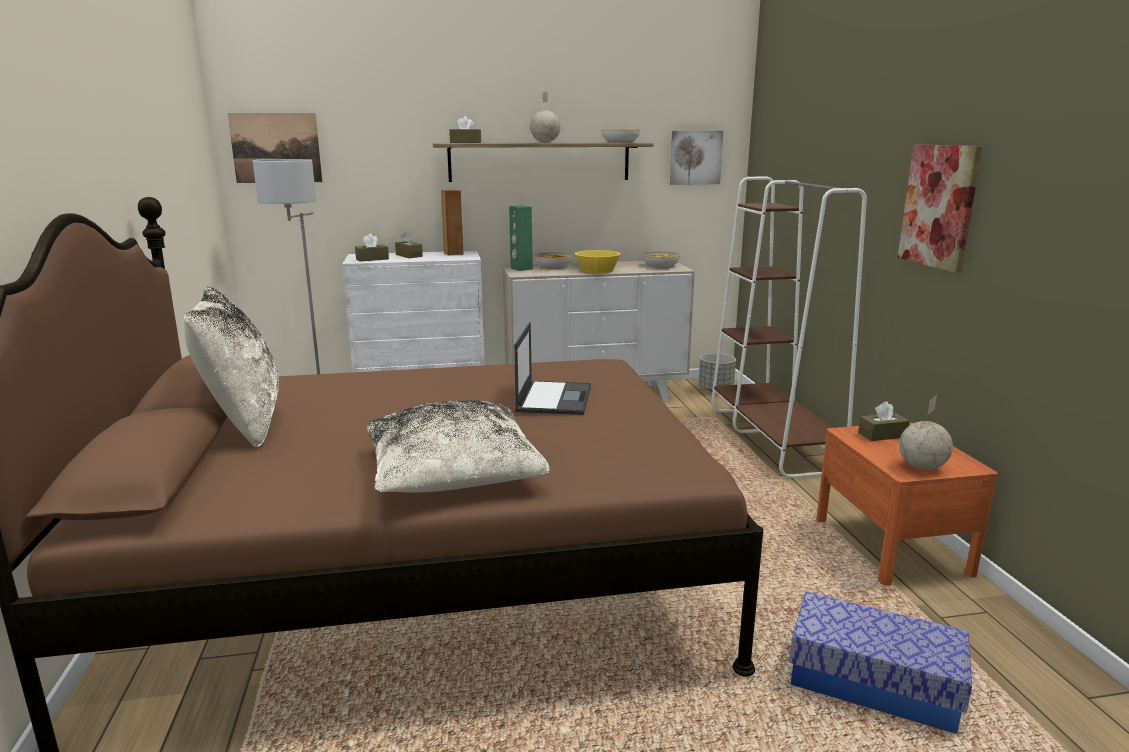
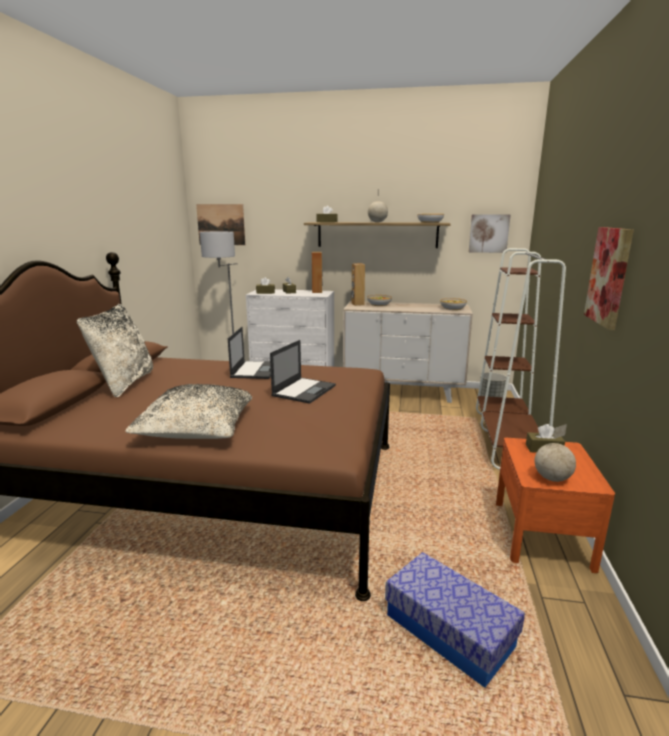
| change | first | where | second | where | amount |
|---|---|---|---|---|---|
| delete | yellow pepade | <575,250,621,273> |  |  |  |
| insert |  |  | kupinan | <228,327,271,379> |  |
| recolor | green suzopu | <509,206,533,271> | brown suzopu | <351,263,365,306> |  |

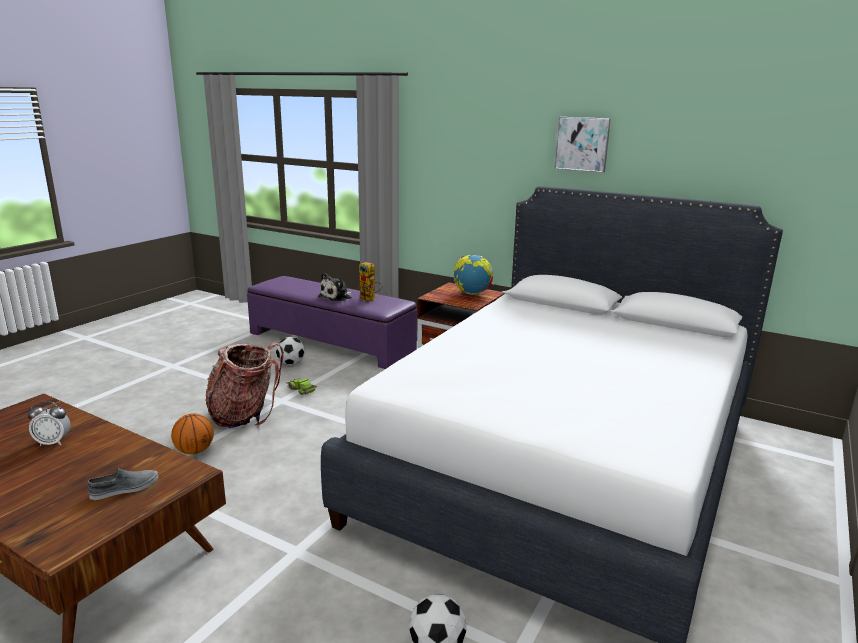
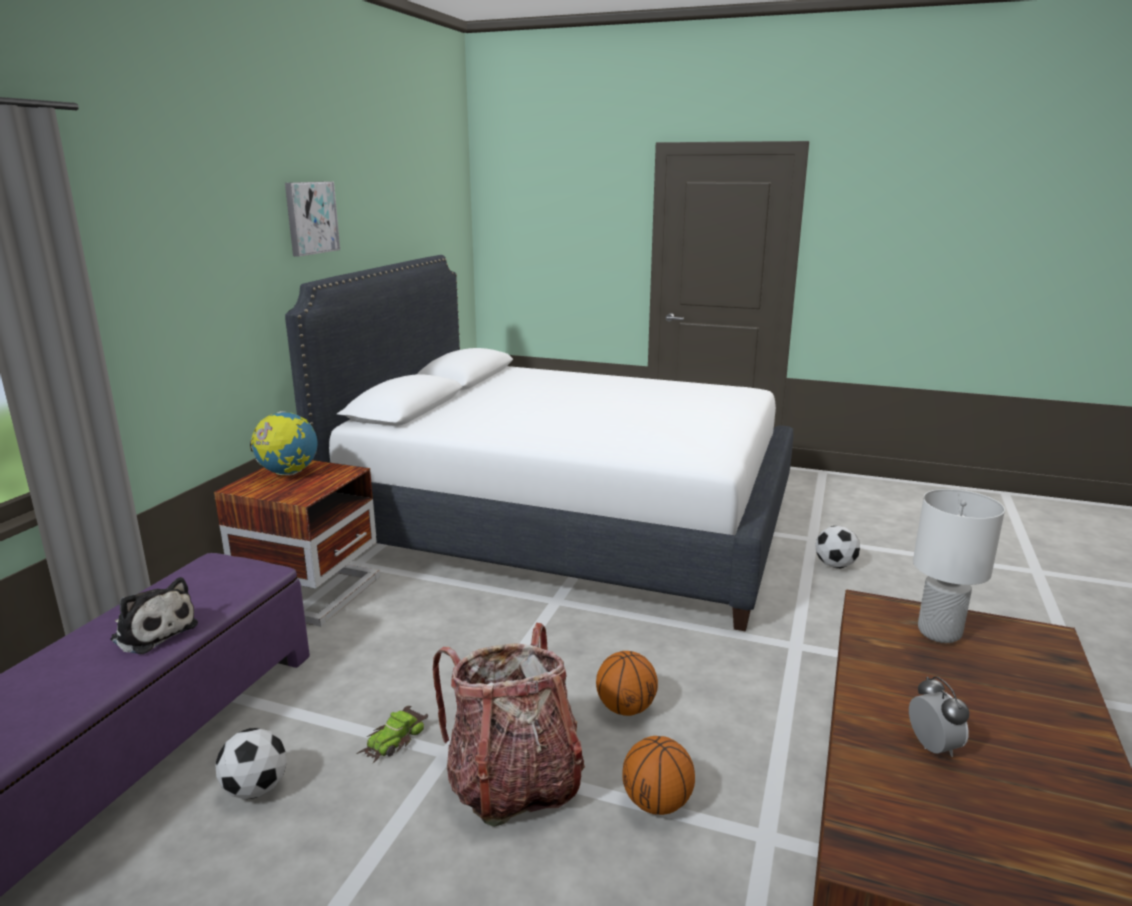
| change | first | where | second | where | amount |
|---|---|---|---|---|---|
| delete | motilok | <358,262,383,302> |  |  |  |
| insert |  |  | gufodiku | <596,651,658,716> |  |
| replace | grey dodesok | <88,468,158,500> | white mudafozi | <913,489,1005,643> |  |

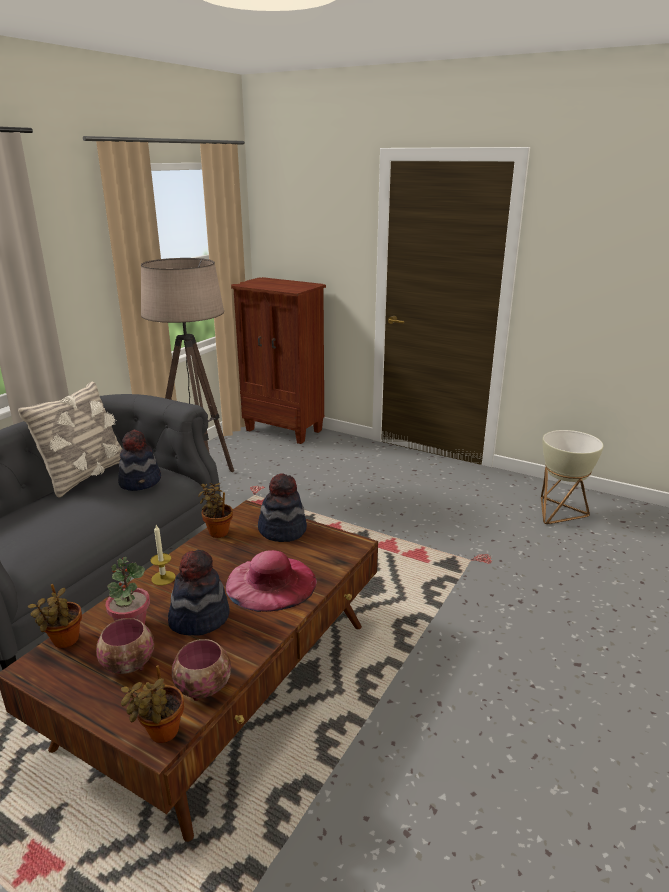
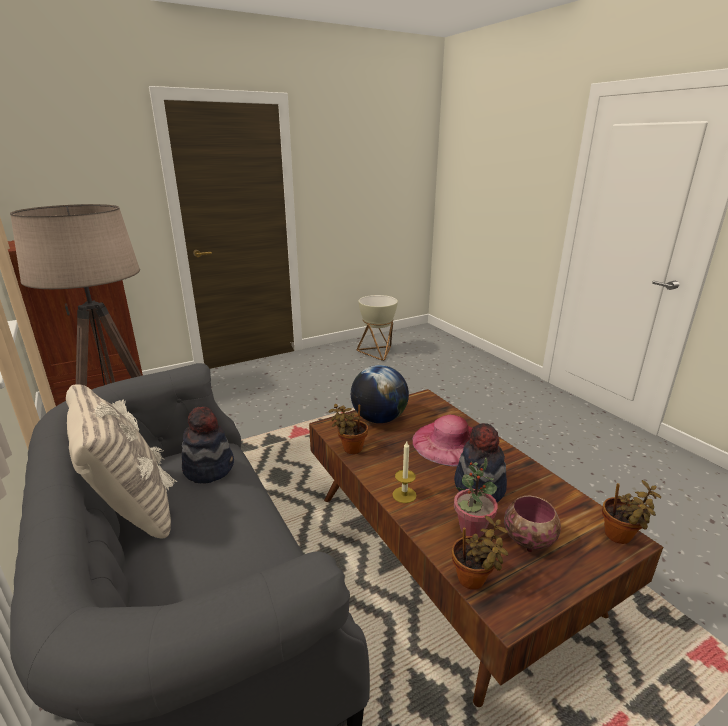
| change | first | where | second | where | amount |
|---|---|---|---|---|---|
| delete | pepade | <172,639,231,701> |  |  |  |
| replace | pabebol | <258,473,307,542> | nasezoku | <351,365,409,423> |  |

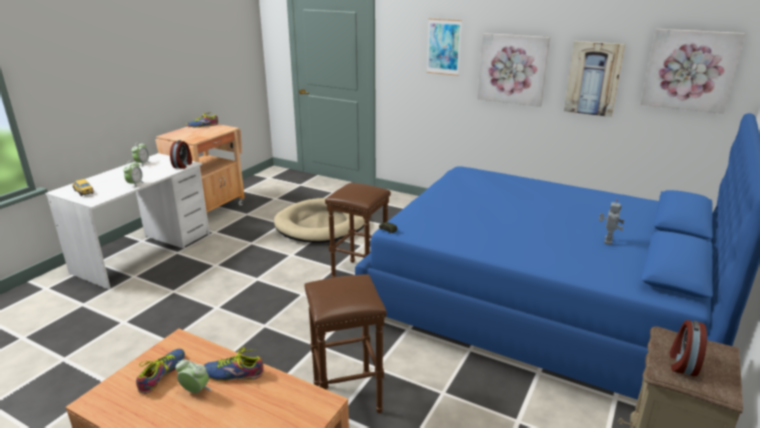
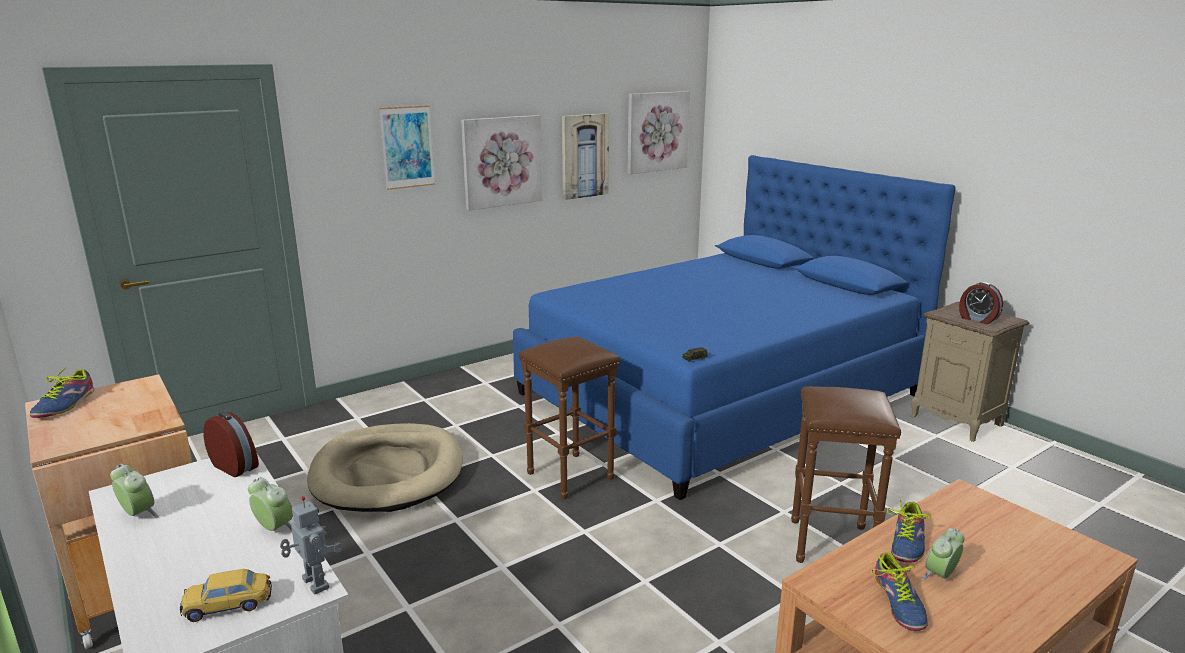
| change | first | where | second | where | amount |
|---|---|---|---|---|---|
| move | motilok | <599,199,625,245> |  | <280,496,342,595> |  |
| rotate | dodesok | <136,349,185,394> |  | <871,552,928,631> | 135 degrees counterclockwise |

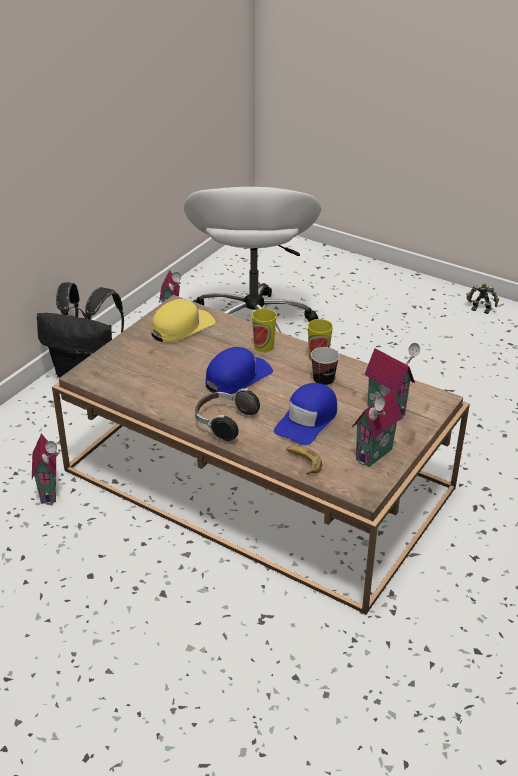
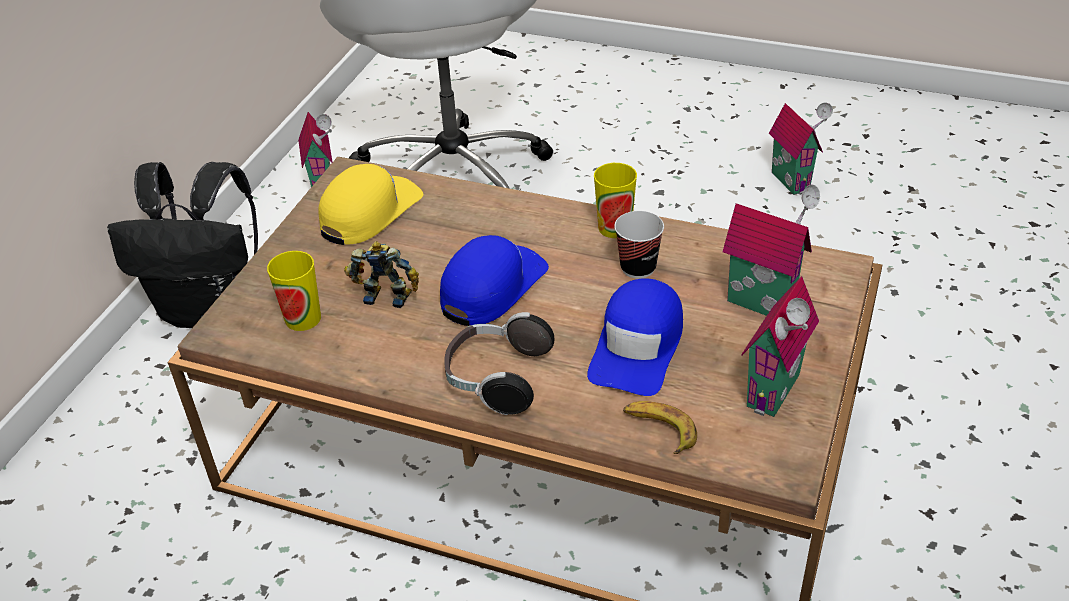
| change | first | where | second | where | amount |
|---|---|---|---|---|---|
| move | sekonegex | <32,434,57,505> |  | <769,103,833,195> |  |
| move | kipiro | <252,308,277,352> |  | <267,251,321,331> |  |
| move | motilok | <466,283,499,314> |  | <344,241,419,308> |  |

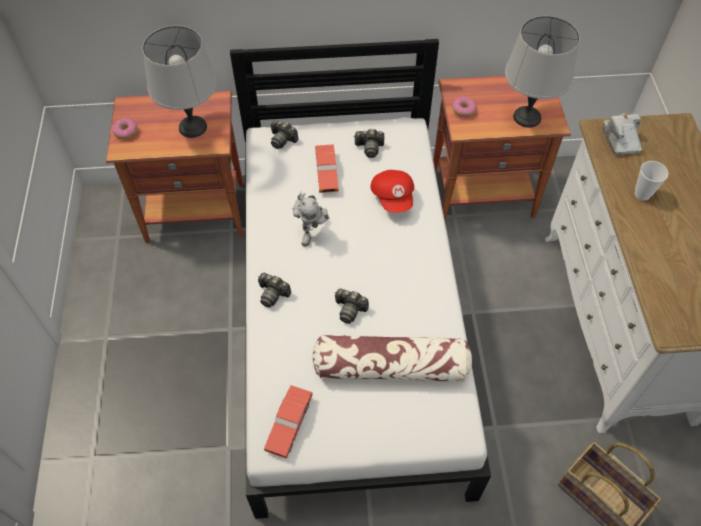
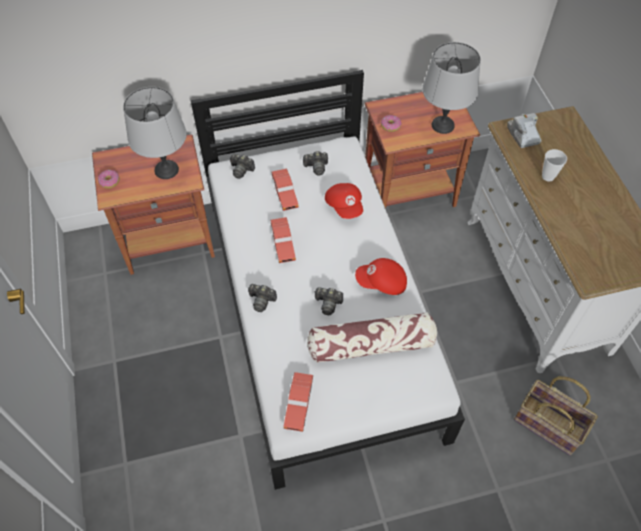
| change | first | where | second | where | amount |
|---|---|---|---|---|---|
| insert |  |  | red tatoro | <355,258,407,295> |  |
| replace | motilok | <293,191,330,246> | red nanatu | <270,217,296,263> |  |

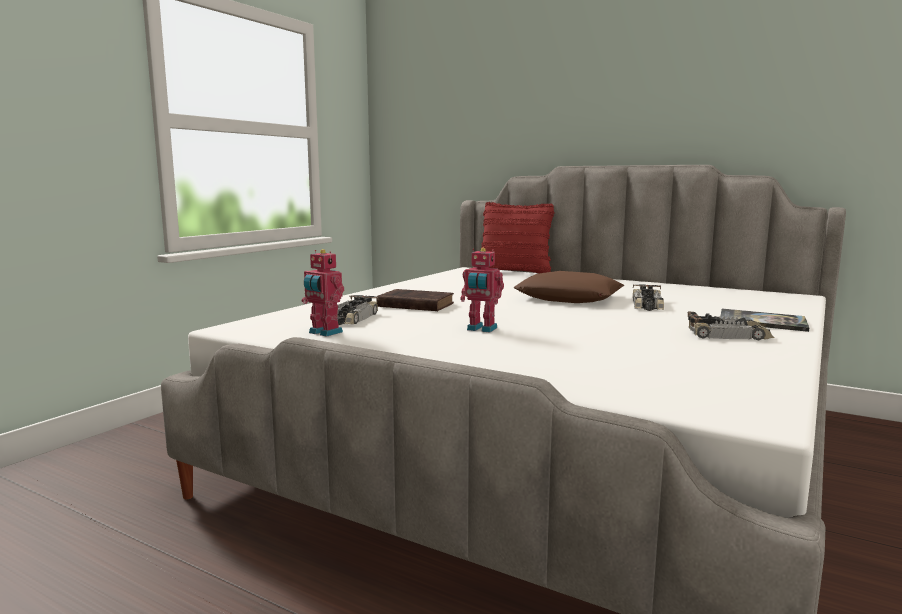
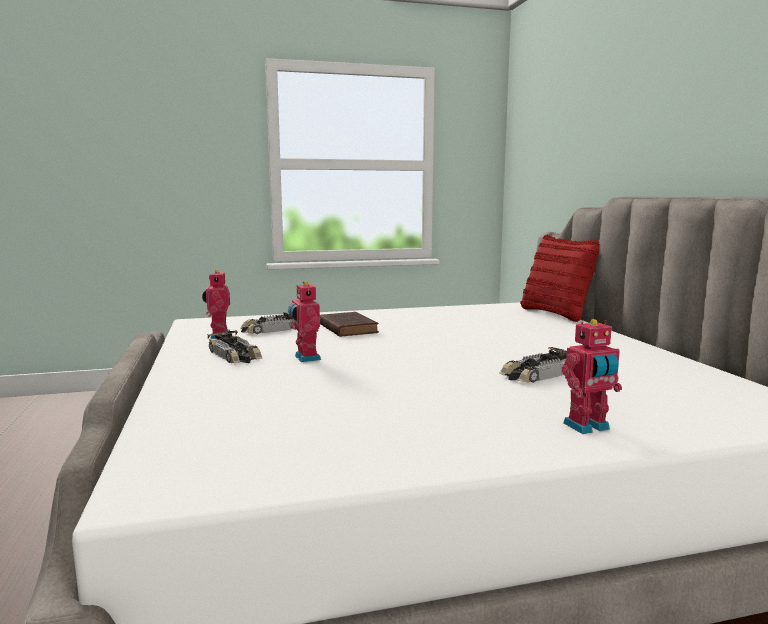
| change | first | where | second | where | amount |
|---|---|---|---|---|---|
| delete | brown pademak | <514,271,624,303> |  |  |  |
| move | nanatu | <688,311,775,341> |  | <207,330,262,363> |  |
| replace | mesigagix | <720,309,809,332> | motilok | <562,319,622,434> |  |

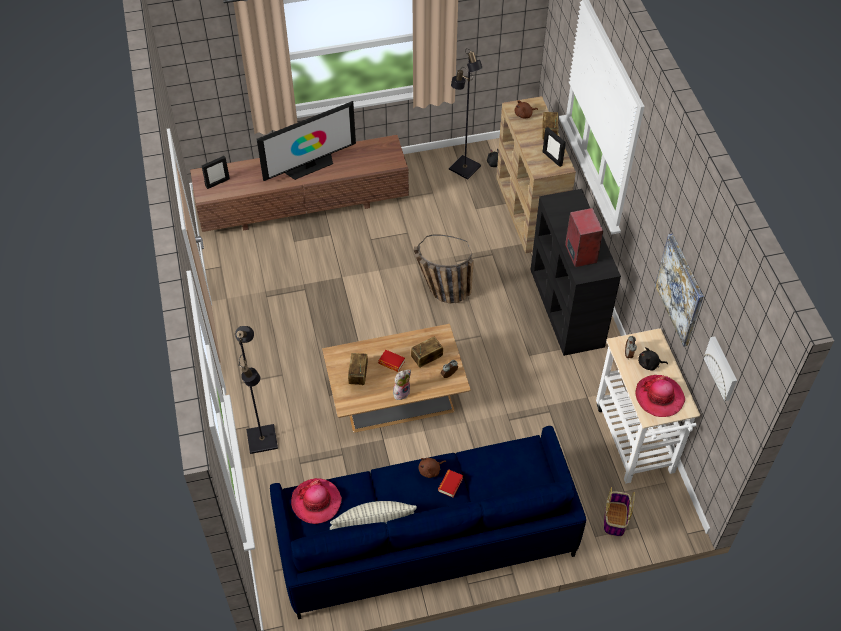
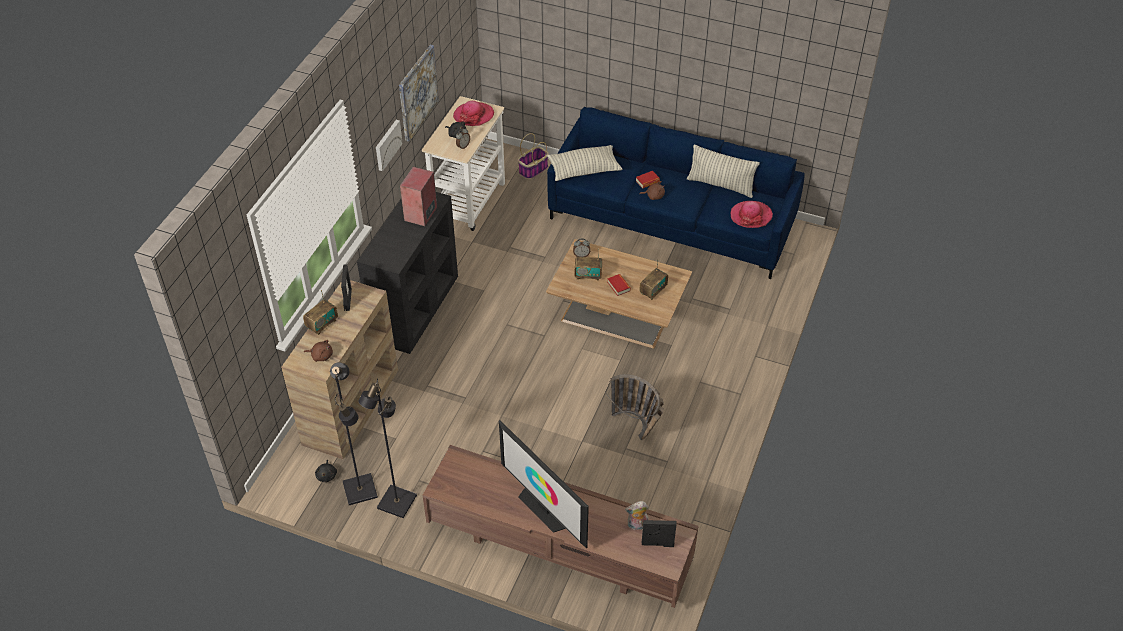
| change | first | where | second | where | amount |
|---|---|---|---|---|---|
| insert |  |  | pademak | <547,145,622,181> |  |
| move | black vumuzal | <235,326,278,454> |  | <358,378,417,518> |  |
| move | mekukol | <393,369,411,400> |  | <625,501,649,530> |  |
| move | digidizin | <414,234,474,303> |  | <605,374,664,440> |  |
| move | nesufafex | <703,336,737,401> |  | <376,120,403,171> |  |
| rotate | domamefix | <257,101,356,181> |  | <499,420,589,548> | 135 degrees counterclockwise |

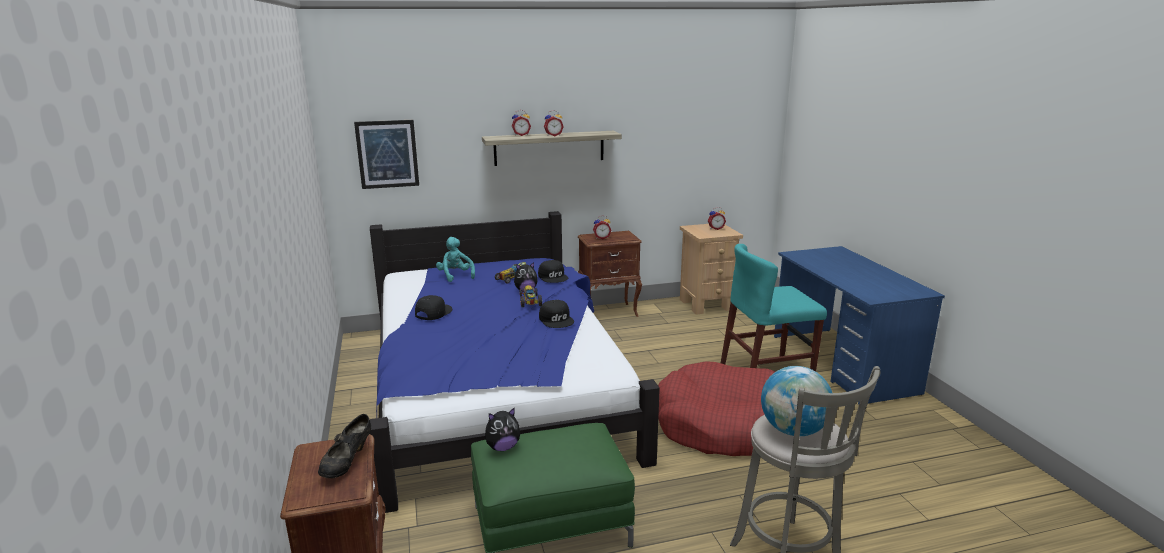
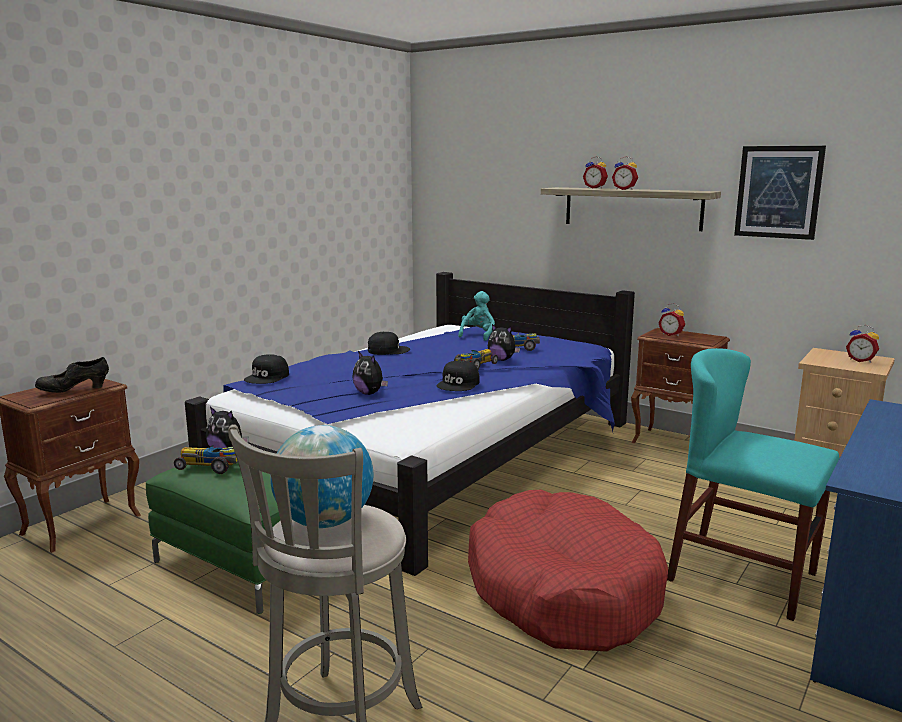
| change | first | where | second | where | amount |
|---|---|---|---|---|---|
| insert |  |  | nanatu | <174,445,238,474> |  |
| insert |  |  | mekukol | <352,351,388,395> |  |
| move | nesufafex | <354,120,419,189> |  | <734,146,826,240> |  |
| move | black tatoro | <538,260,568,283> |  | <244,354,289,384> |  |

